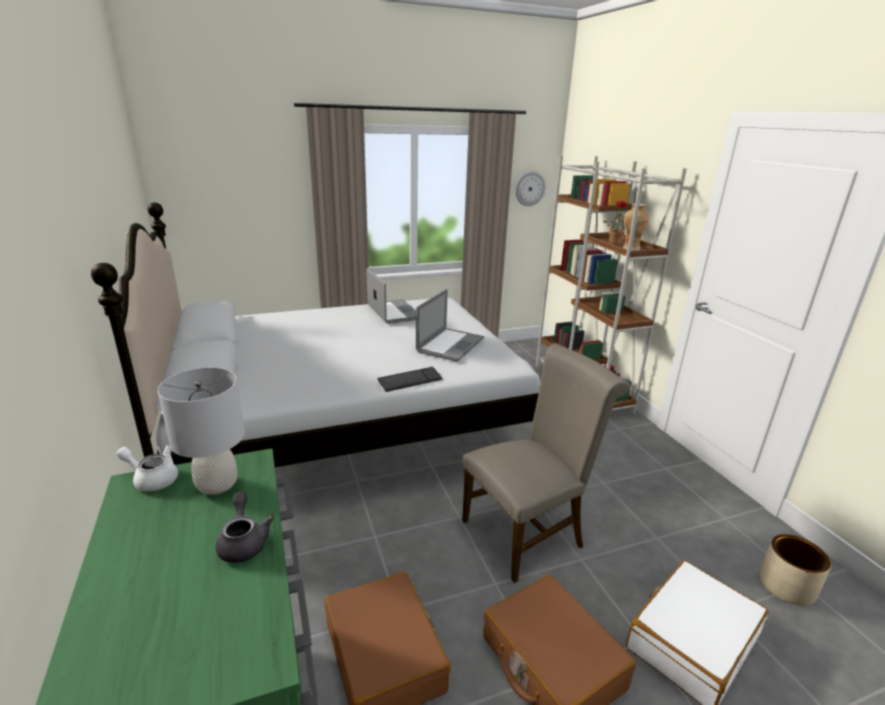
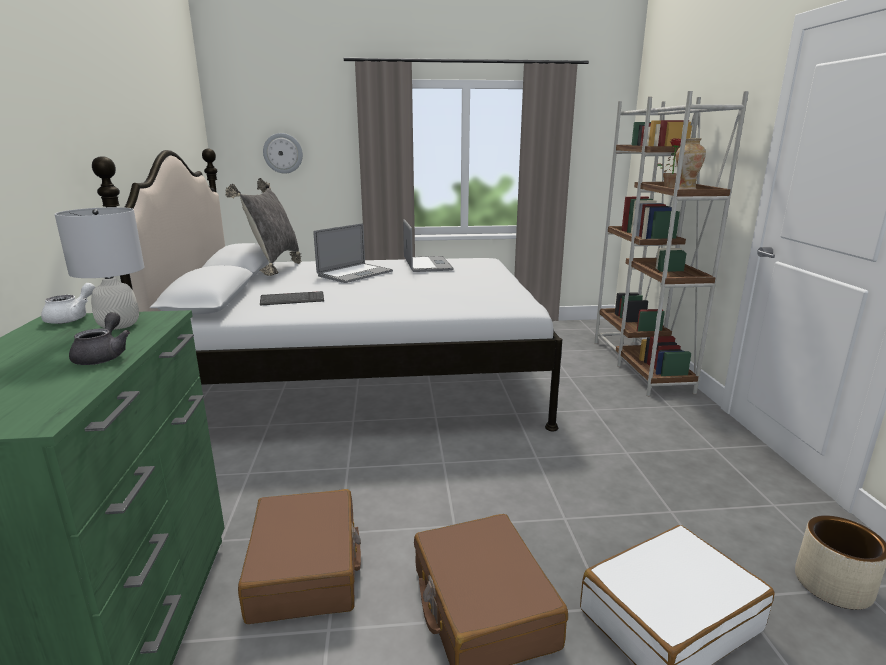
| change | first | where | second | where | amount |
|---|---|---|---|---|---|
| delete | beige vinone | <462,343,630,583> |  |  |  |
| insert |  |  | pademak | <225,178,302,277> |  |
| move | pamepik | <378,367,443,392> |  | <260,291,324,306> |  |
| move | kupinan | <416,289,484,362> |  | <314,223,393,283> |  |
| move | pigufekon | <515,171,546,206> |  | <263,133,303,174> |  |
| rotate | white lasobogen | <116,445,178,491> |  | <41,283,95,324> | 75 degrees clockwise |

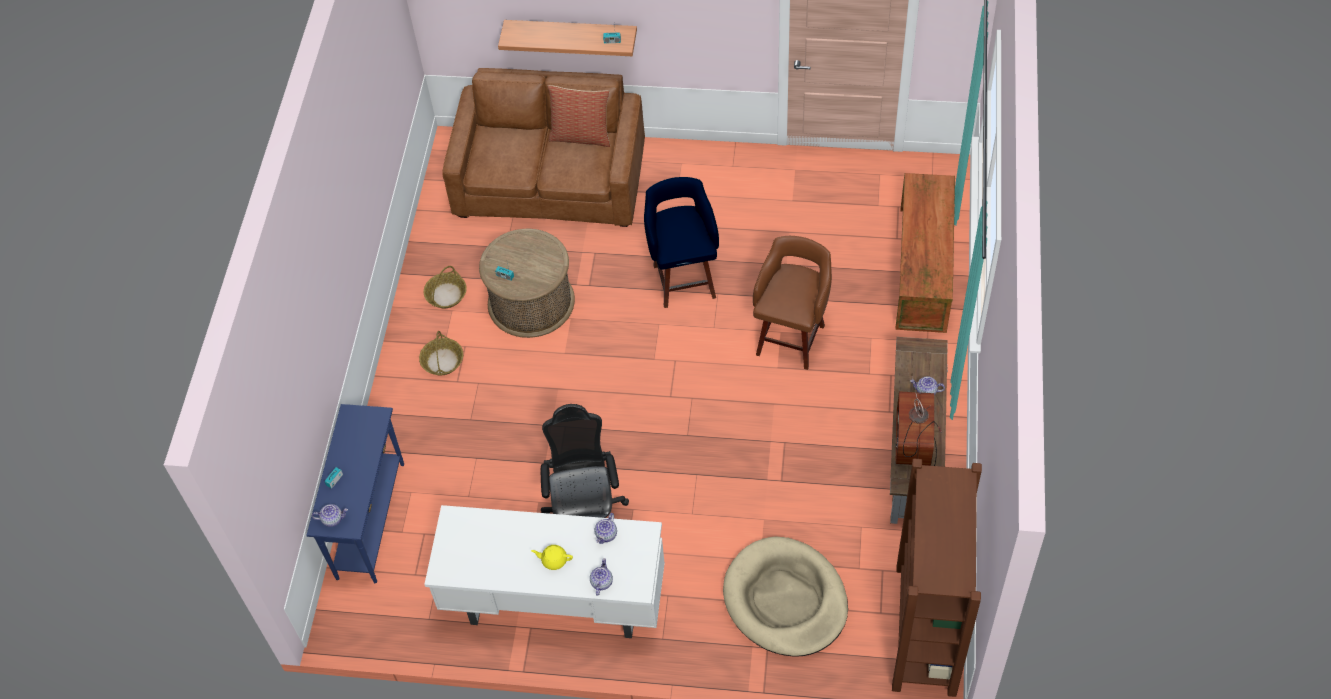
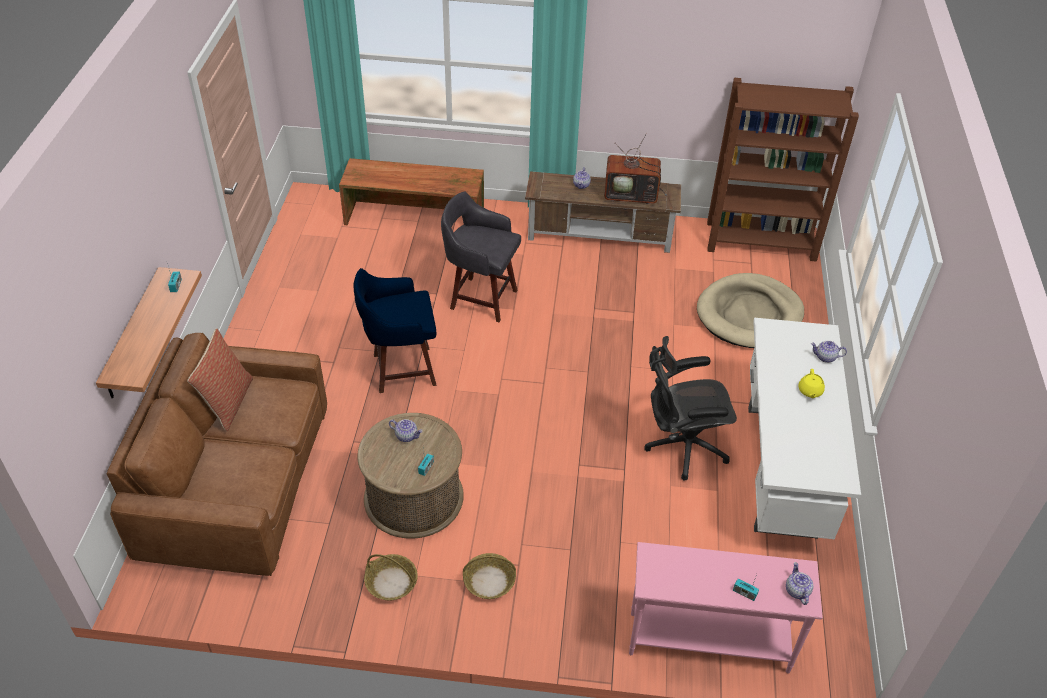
| change | first | where | second | where | amount |
|---|---|---|---|---|---|
| move | lasobogen | <594,513,617,544> |  | <389,419,423,442> |  |
| recolor | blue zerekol | <306,404,404,583> | pink zerekol | <629,542,823,673> |  |
| recolor | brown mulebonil | <753,236,832,370> | grey mulebonil | <441,191,521,322> |  |

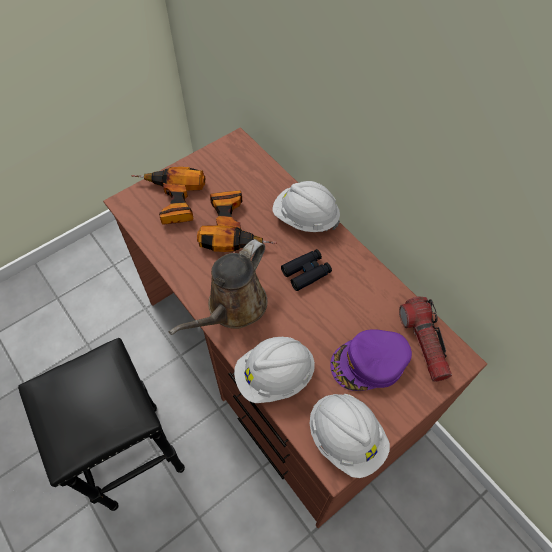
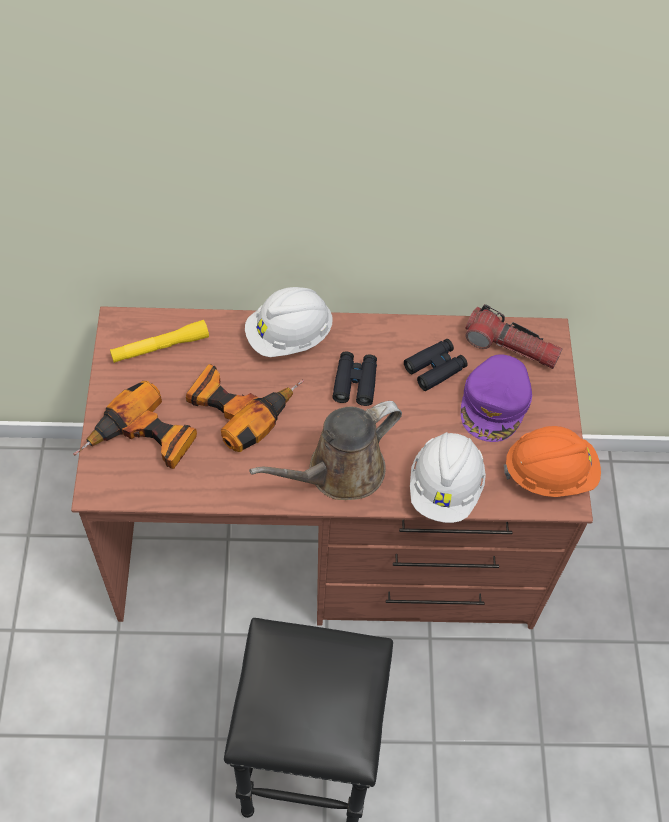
| change | first | where | second | where | amount |
|---|---|---|---|---|---|
| insert |  |  | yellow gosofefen | <110,320,209,363> |  |
| insert |  |  | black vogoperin | <404,339,468,391> |  |
| recolor | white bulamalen | <310,394,390,478> | orange bulamalen | <504,426,601,497> |  |
| rotate | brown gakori | <169,239,267,335> |  | <249,401,402,500> | 75 degrees clockwise |

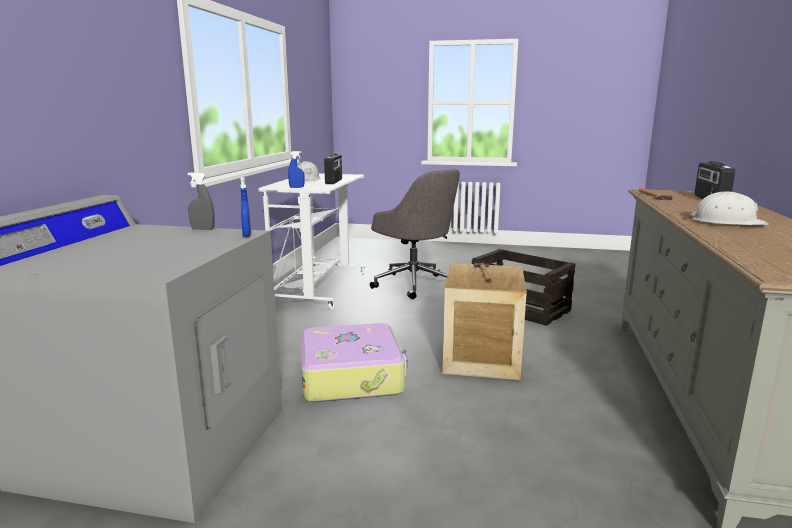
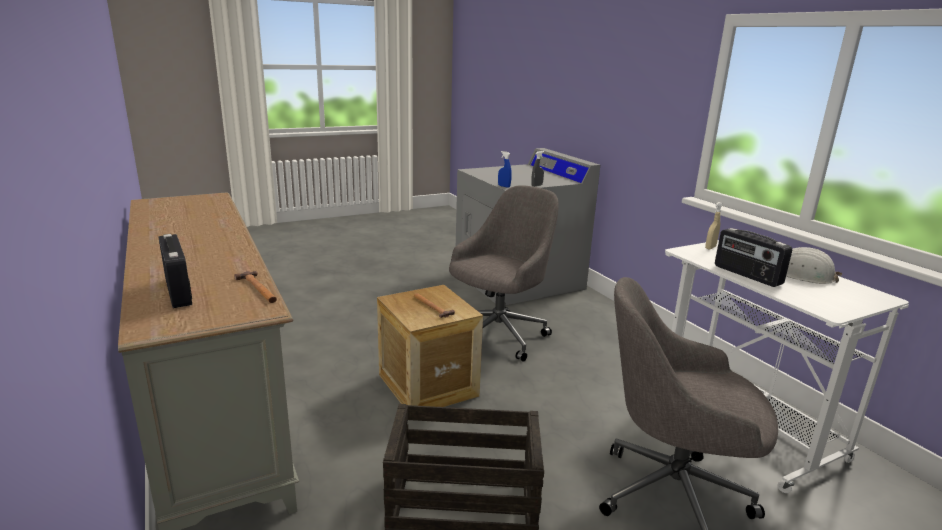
| change | first | where | second | where | amount |
|---|---|---|---|---|---|
| delete | white bulamalen | <689,191,769,225> |  |  |  |
| replace | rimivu | <301,323,408,402> | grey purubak | <449,185,559,362> |  |
| recolor | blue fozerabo | <288,151,305,188> | beige fozerabo | <705,202,722,249> |  |

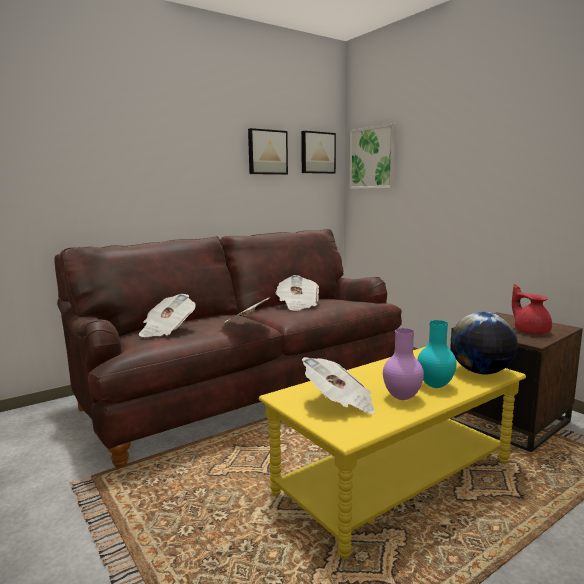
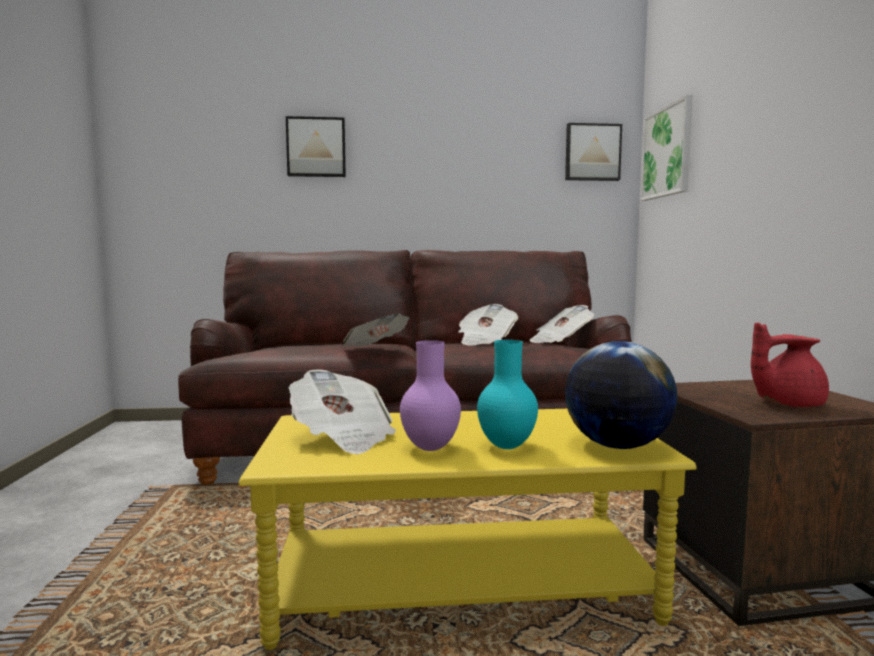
| change | first | where | second | where | amount |
|---|---|---|---|---|---|
| move | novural | <139,294,196,337> |  | <530,305,594,343> |  |
| move | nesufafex | <248,128,288,175> |  | <286,116,346,177> |  |
| rotate | red lasobogen | <512,284,552,334> |  | <751,323,829,407> | 105 degrees counterclockwise |

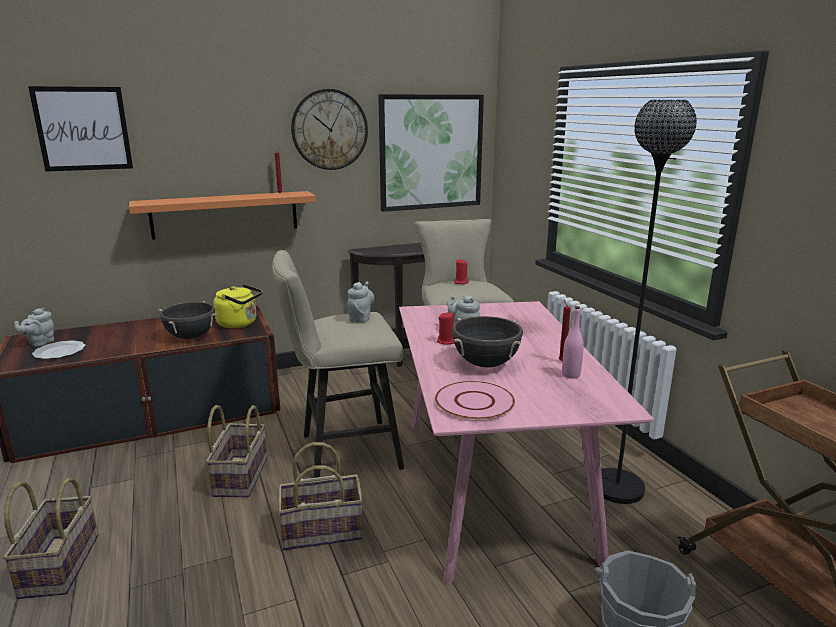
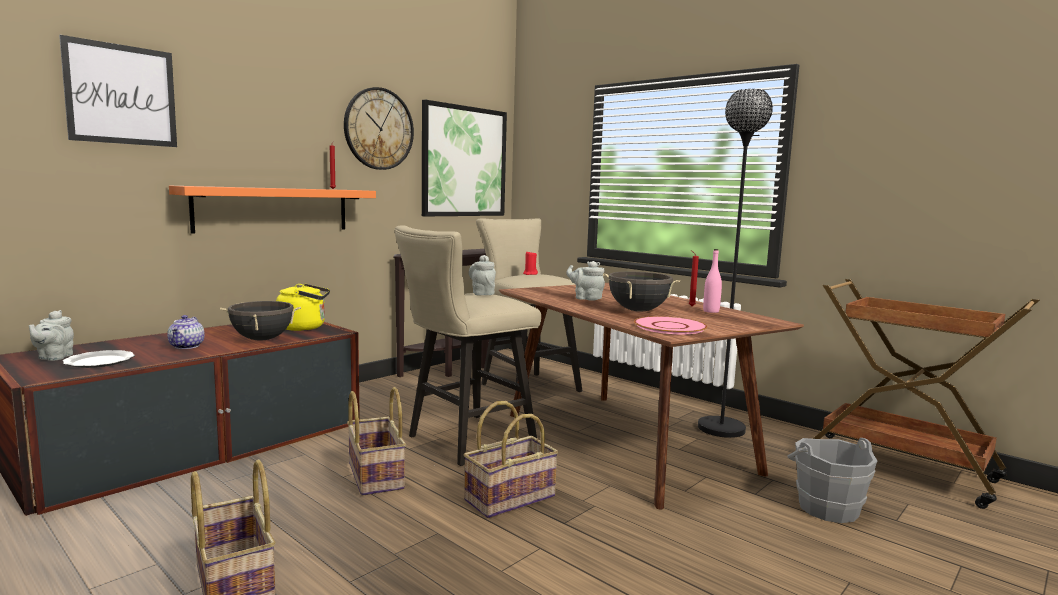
| change | first | where | second | where | amount |
|---|---|---|---|---|---|
| delete | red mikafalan | <437,312,455,344> |  |  |  |
| insert |  |  | lasobogen | <167,315,205,349> |  |
| recolor | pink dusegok | <399,301,654,585> | brown dusegok | <499,283,804,509> |  |

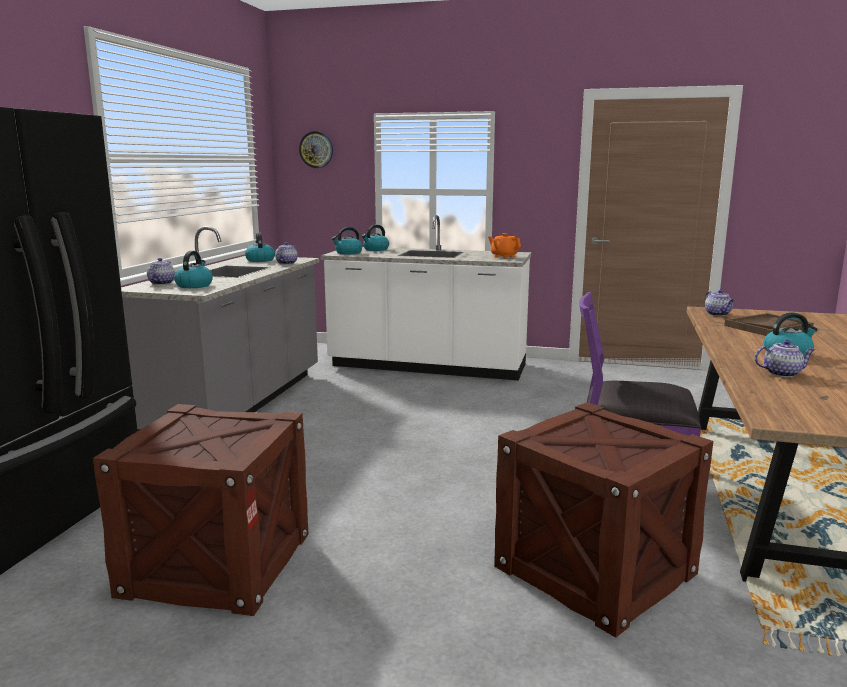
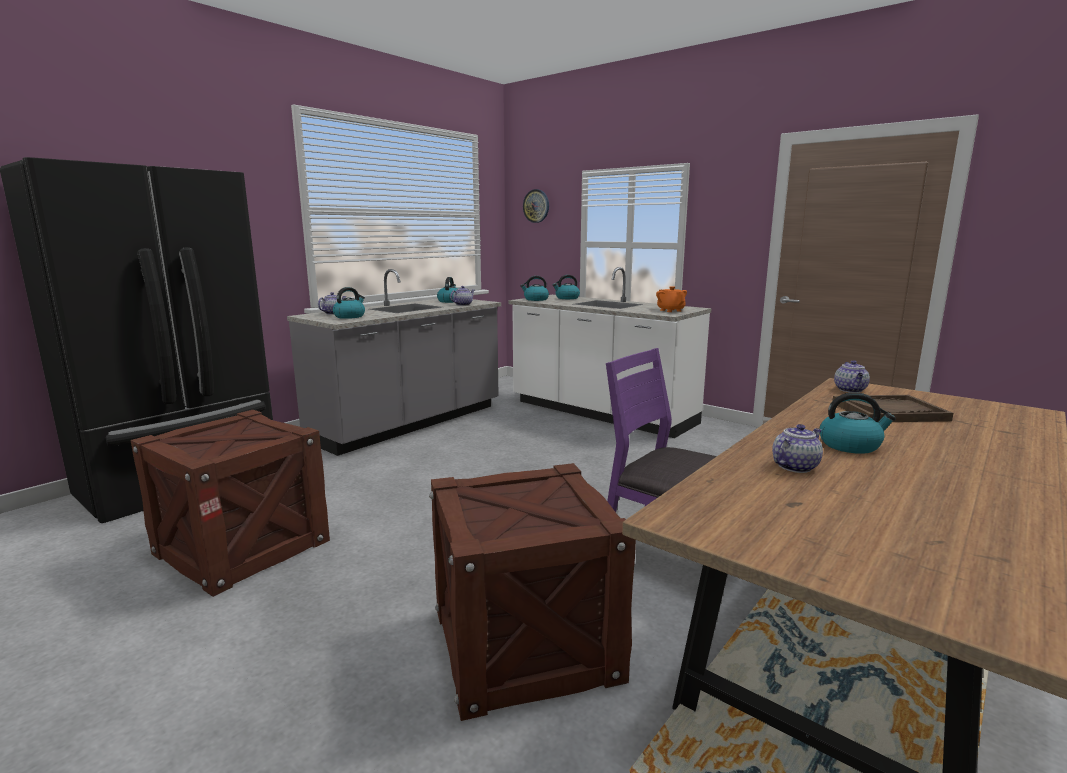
| change | first | where | second | where | amount |
|---|---|---|---|---|---|
| rotate | lasobogen | <754,340,816,377> |  | <772,424,823,473> | 60 degrees counterclockwise |

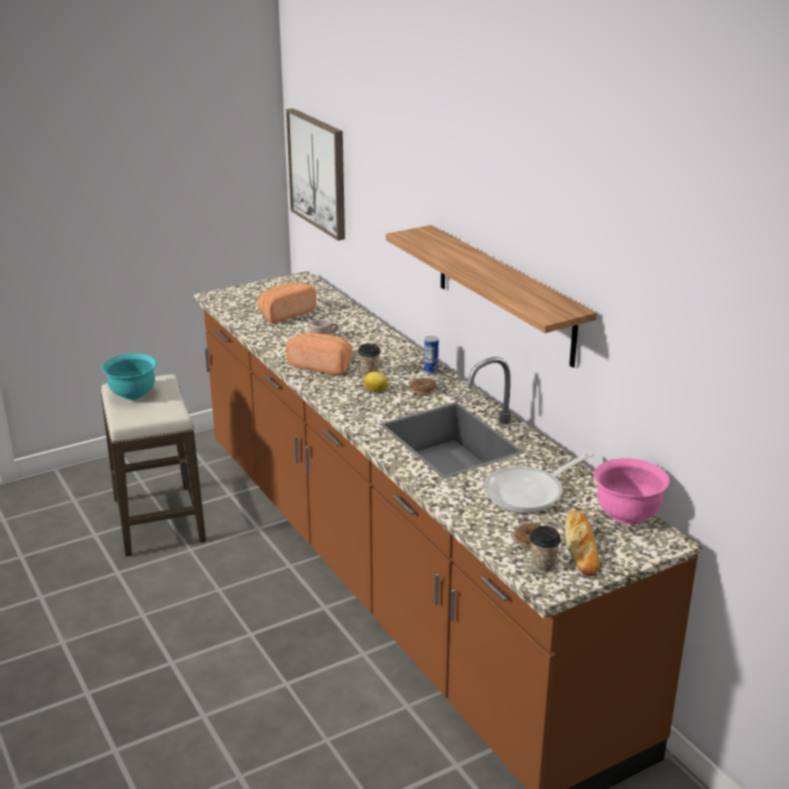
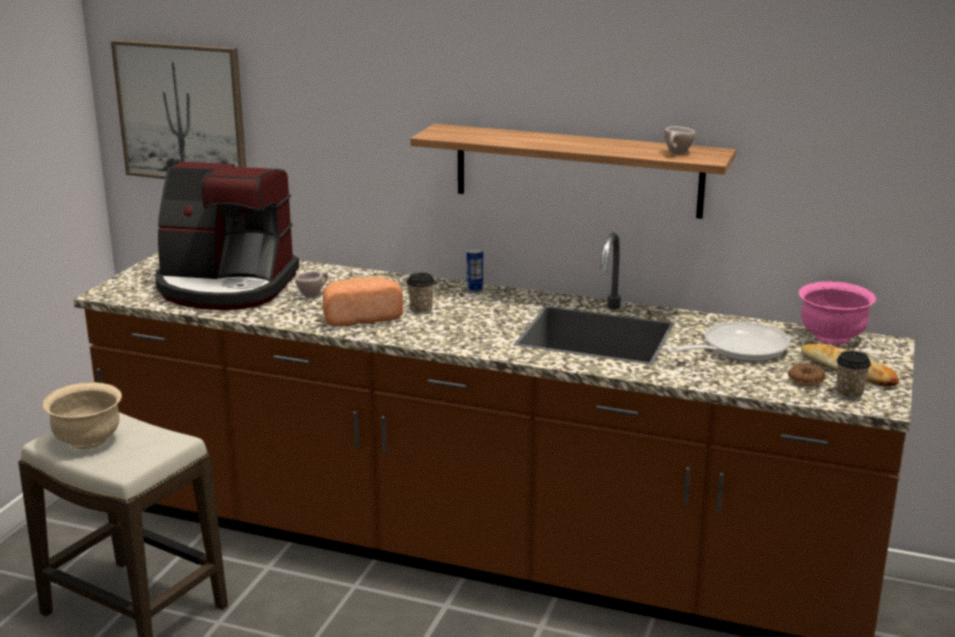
| change | first | where | second | where | amount |
|---|---|---|---|---|---|
| delete | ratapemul | <364,372,389,392> |  |  |  |
| delete | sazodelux | <410,378,437,395> |  |  |  |
| insert |  |  | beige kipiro | <665,126,695,154> |  |
| replace | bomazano | <258,283,316,323> | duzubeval | <155,162,300,310> |  |
| recolor | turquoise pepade | <102,353,157,400> | beige pepade | <43,382,122,449> |  |
| rotate | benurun | <484,452,594,513> |  | <666,321,790,362> | 135 degrees counterclockwise |

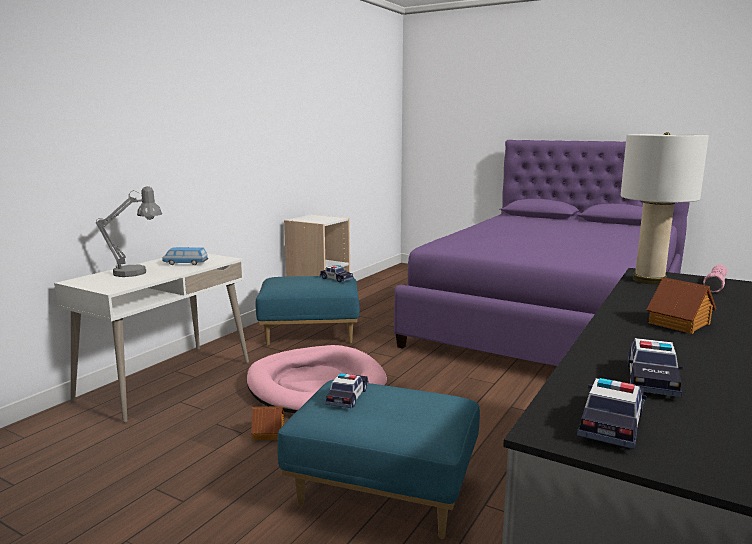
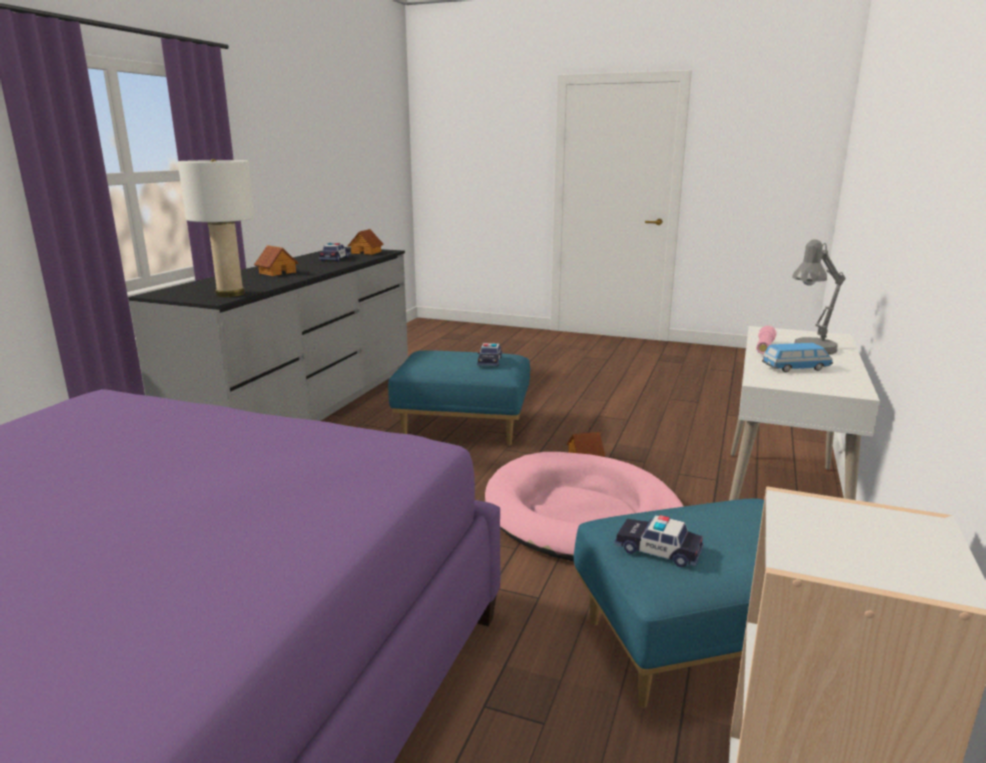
| change | first | where | second | where | amount |
|---|---|---|---|---|---|
| move | pink gosofefen | <703,264,727,292> |  | <756,325,777,354> |  |
| replace | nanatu | <577,378,647,449> | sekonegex | <348,229,384,255> |  |

